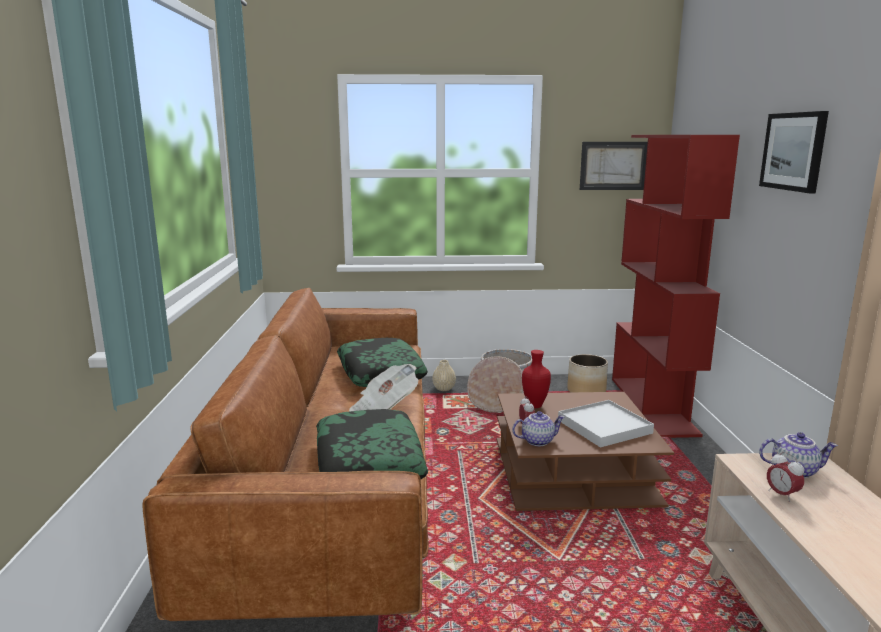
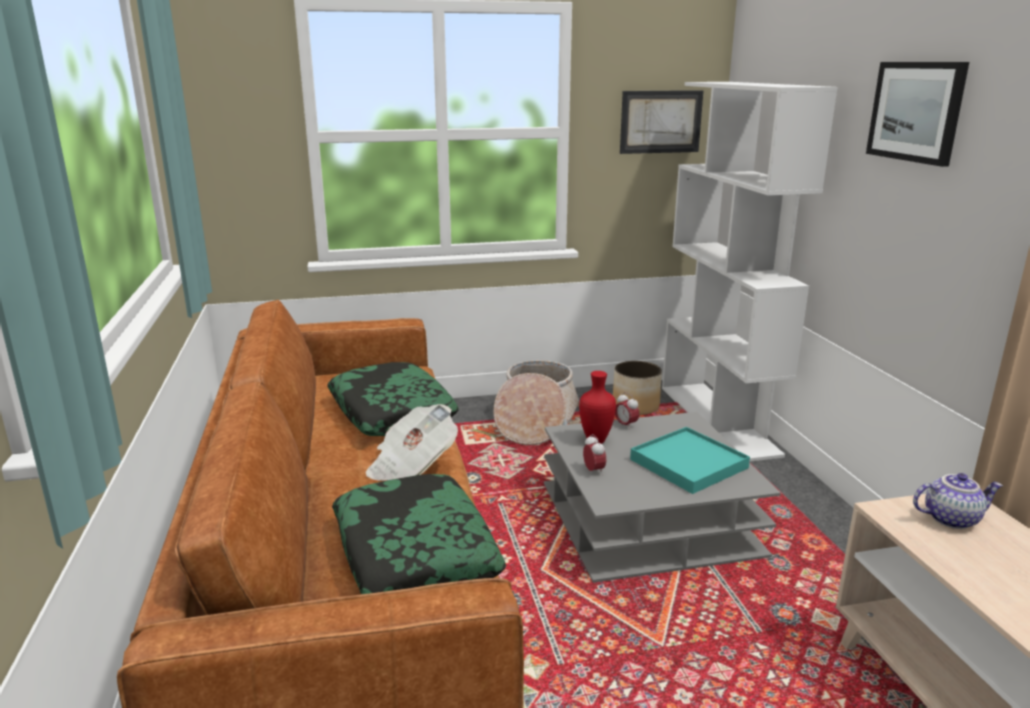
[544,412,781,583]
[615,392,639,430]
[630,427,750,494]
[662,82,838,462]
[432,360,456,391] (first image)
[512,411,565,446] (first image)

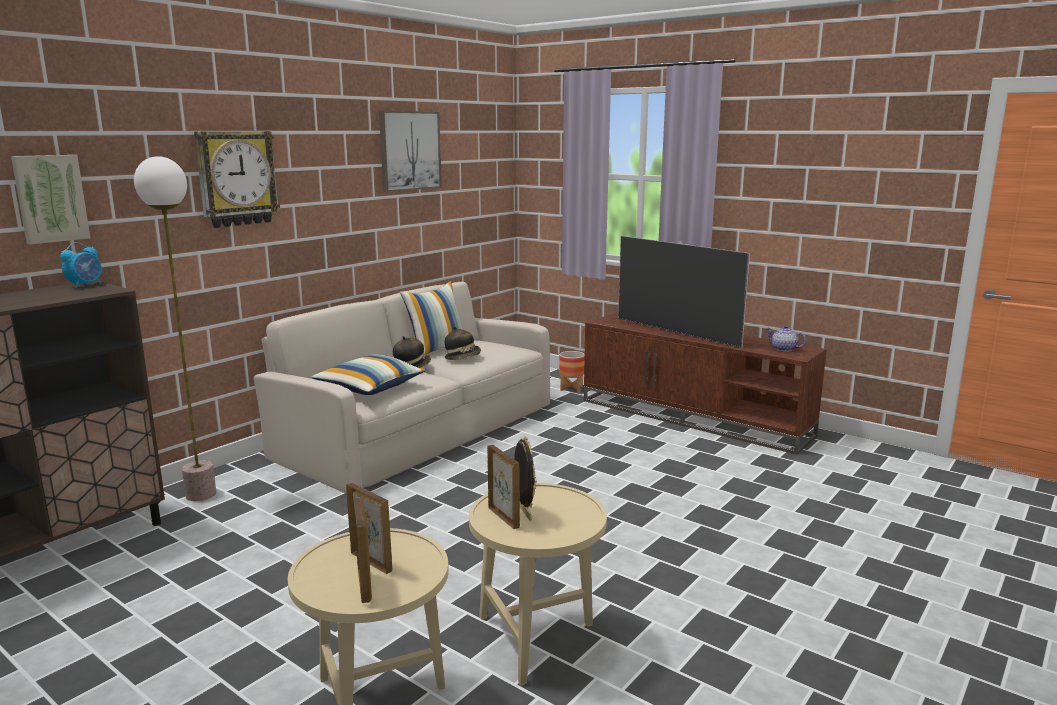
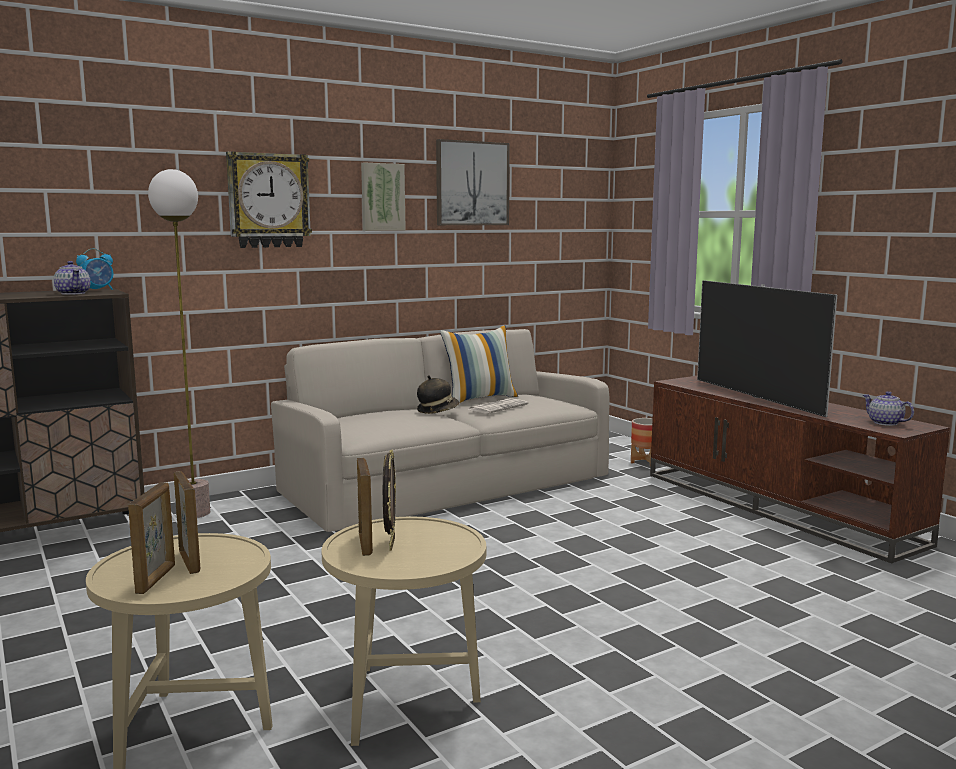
[54,261,90,295]
[361,163,406,231]
[468,398,528,414]
[311,354,426,395] (first image)

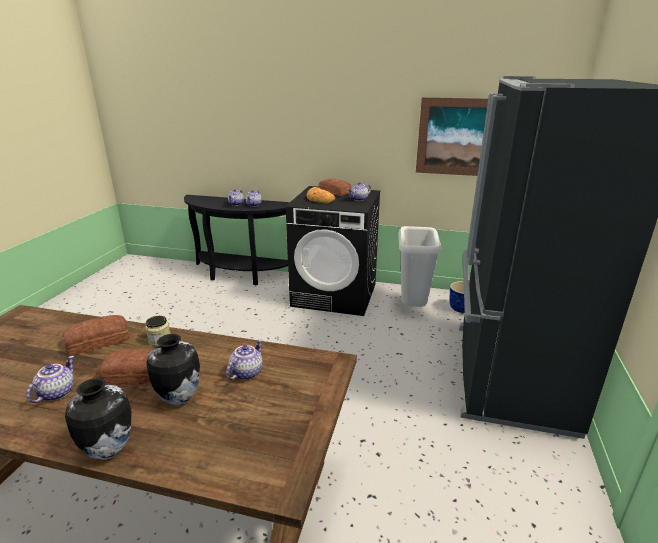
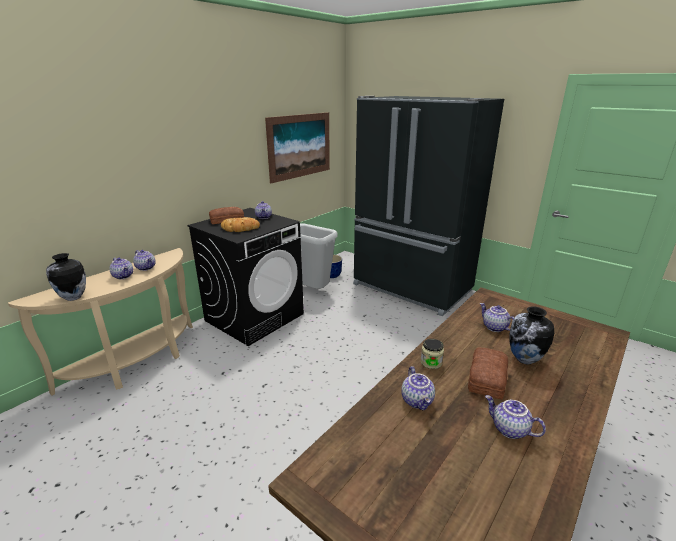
[8,248,193,396]
[46,253,86,301]
[401,366,435,410]

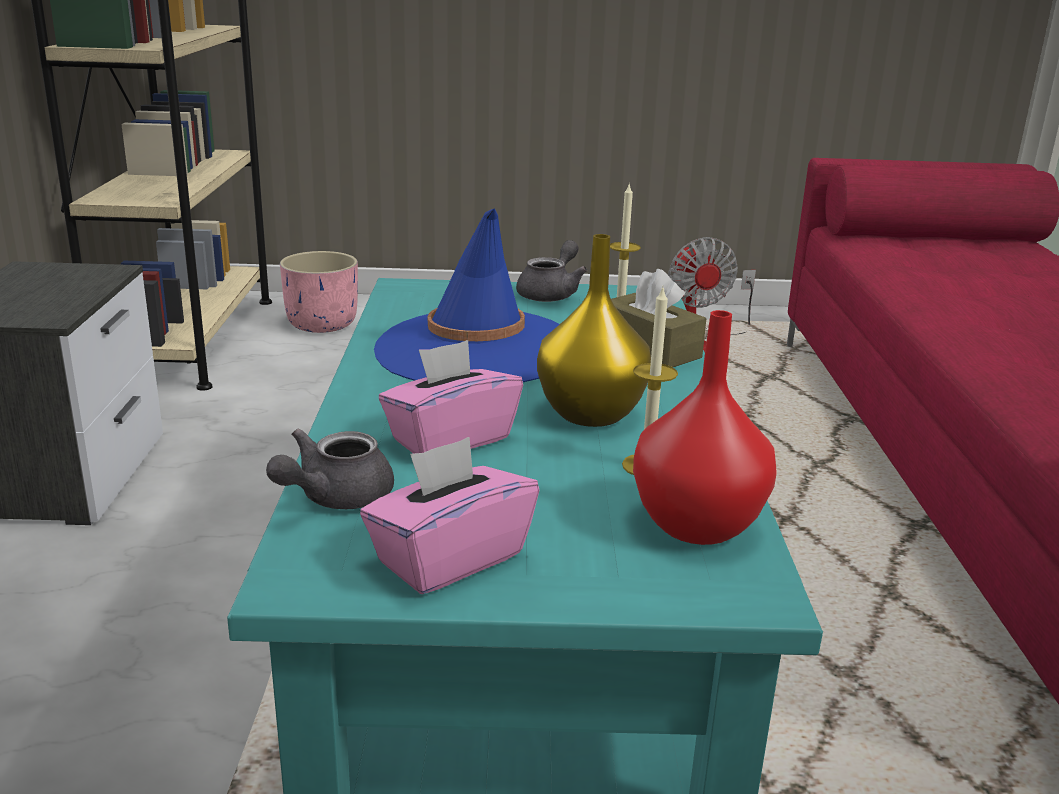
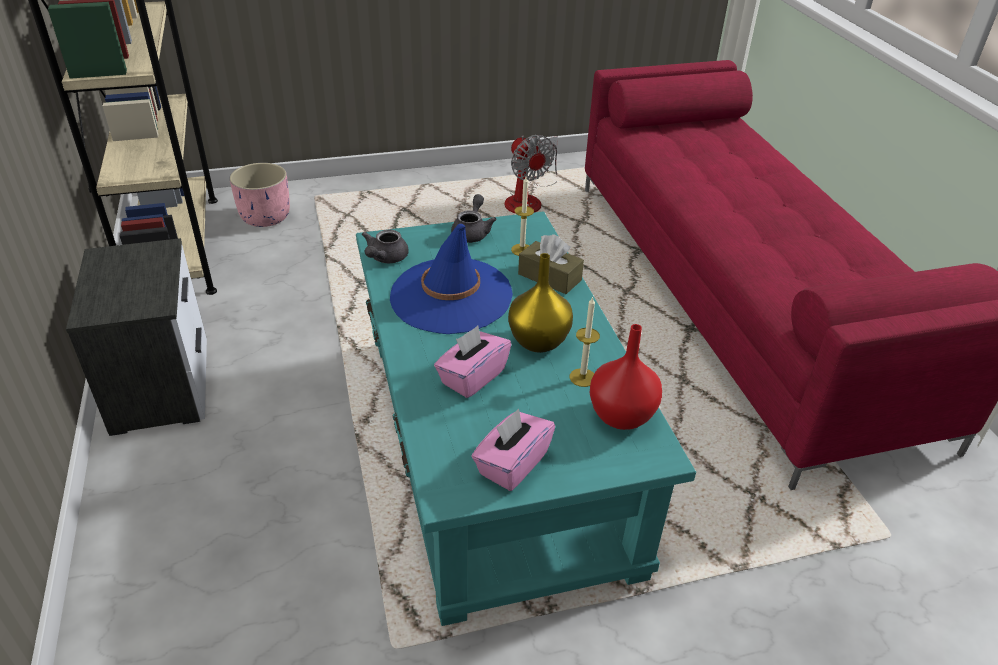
[361,229,409,263]

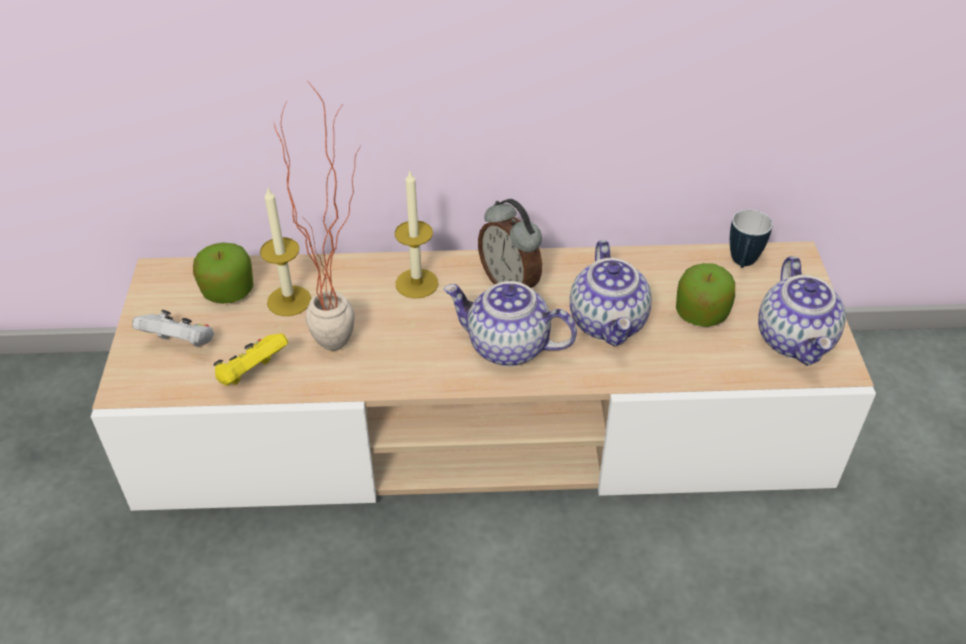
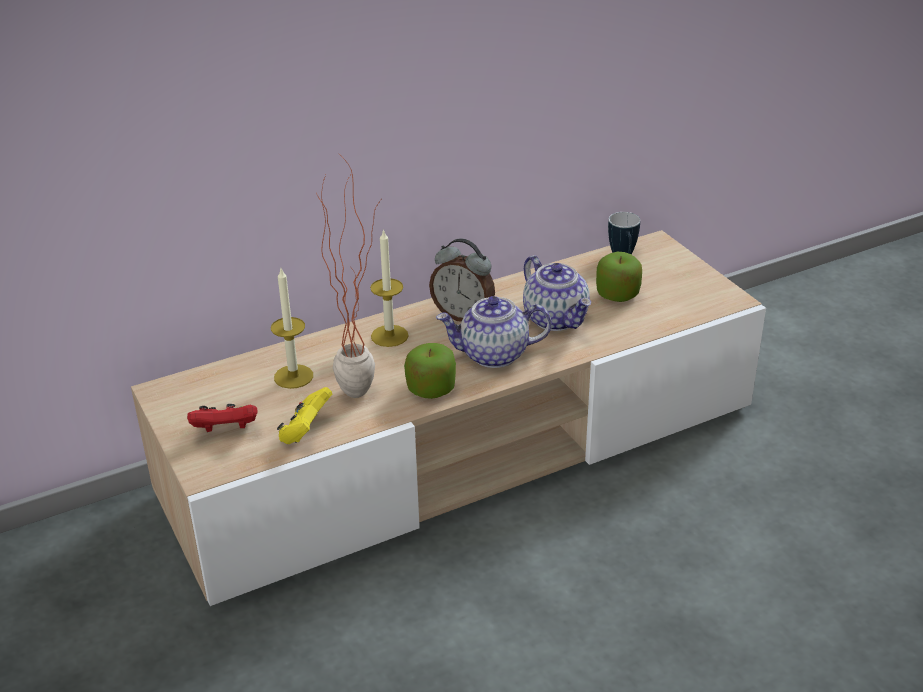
[187,404,258,432]
[404,343,456,399]
[758,256,846,366] (first image)

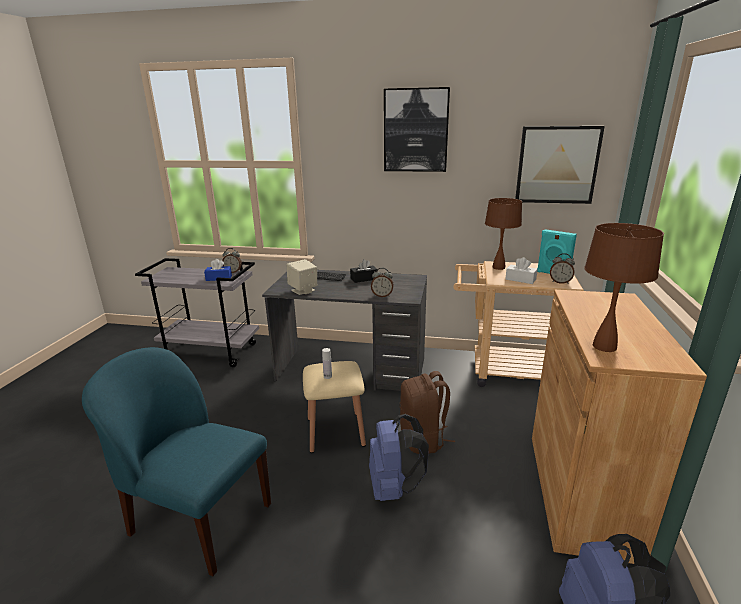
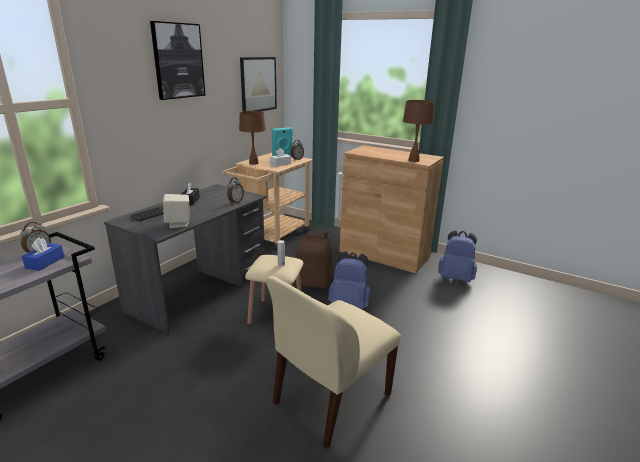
[266,276,401,449]

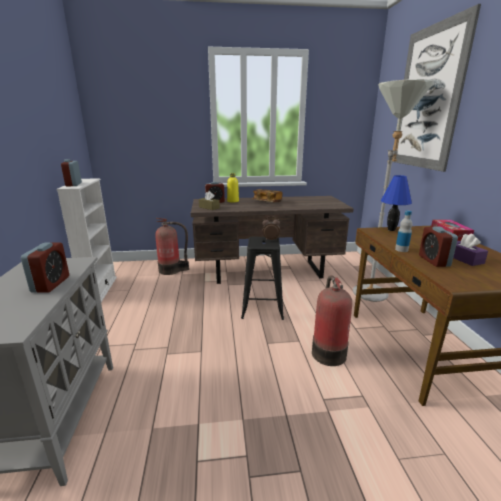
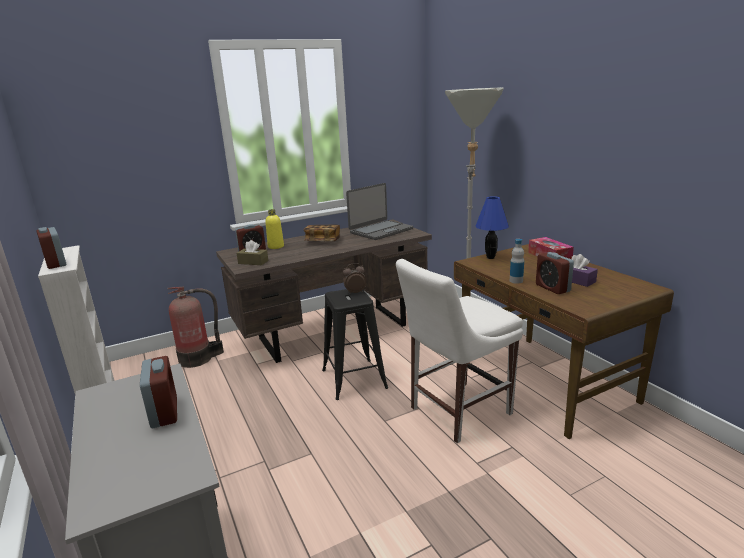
[346,183,413,240]
[396,259,523,443]
[393,4,481,172] (first image)

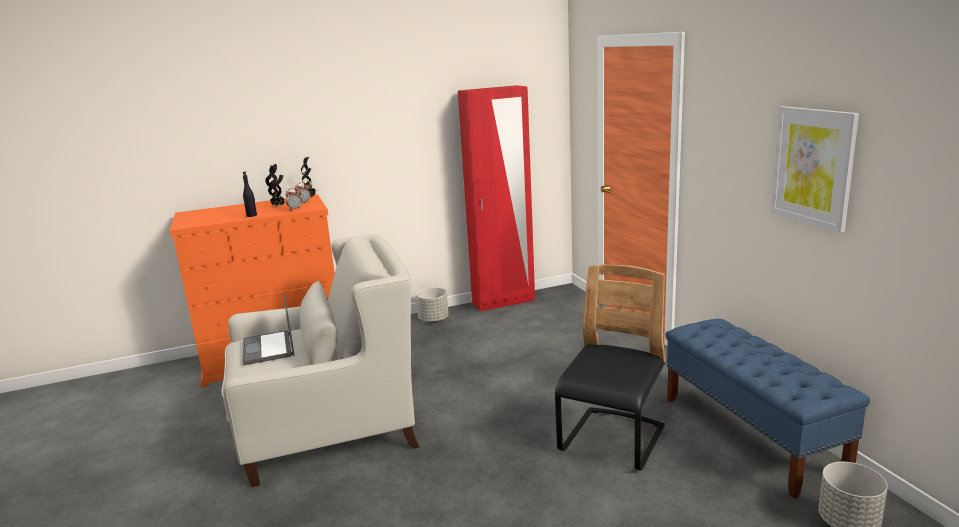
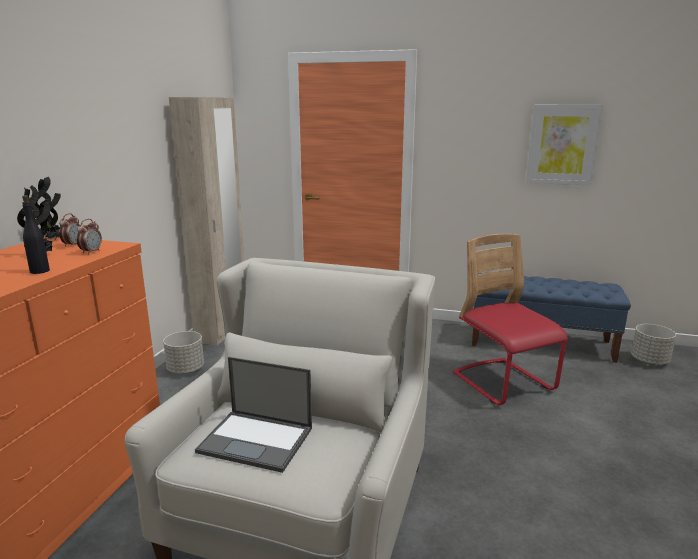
[169,97,244,346]
[452,234,568,405]

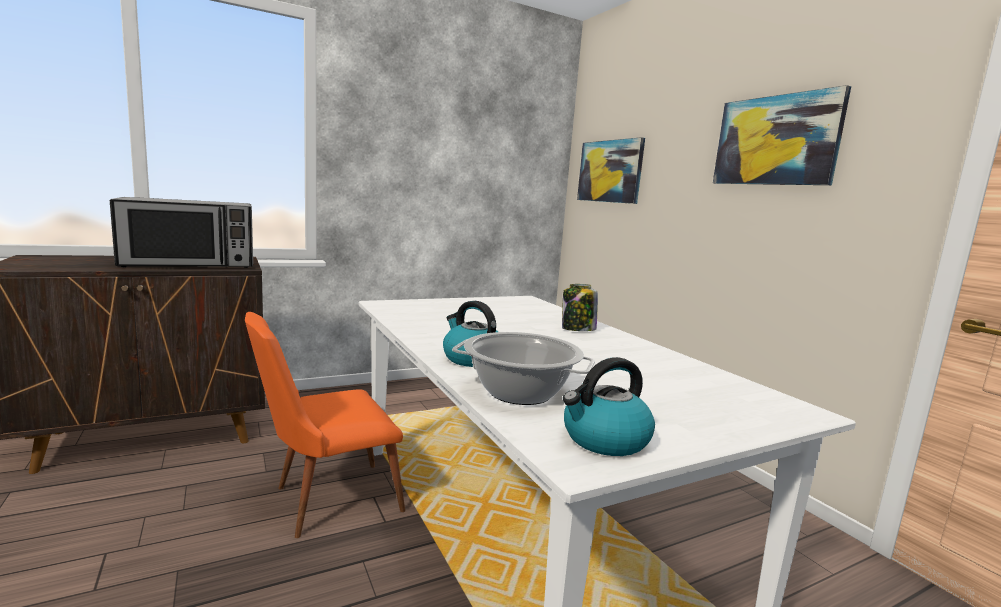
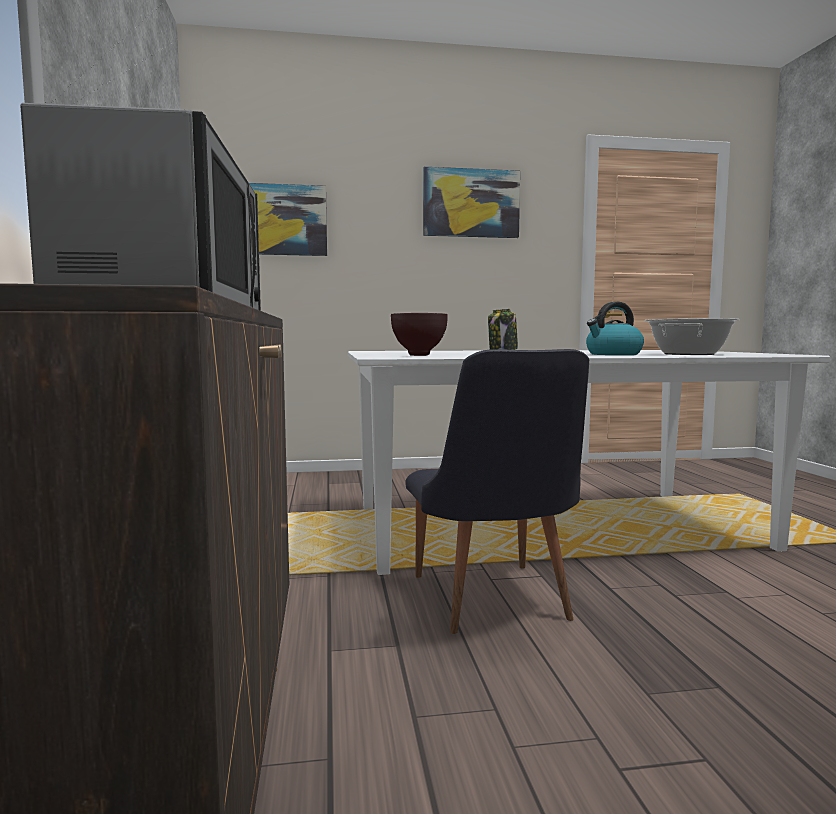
[391,313,448,356]
[405,349,589,634]
[563,357,655,456] (first image)

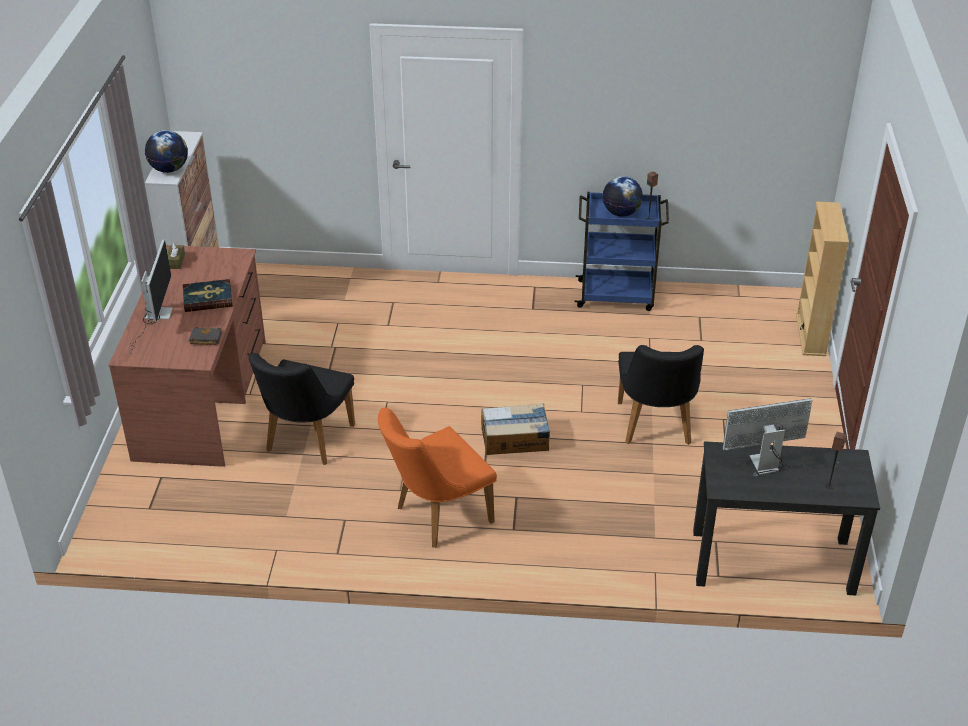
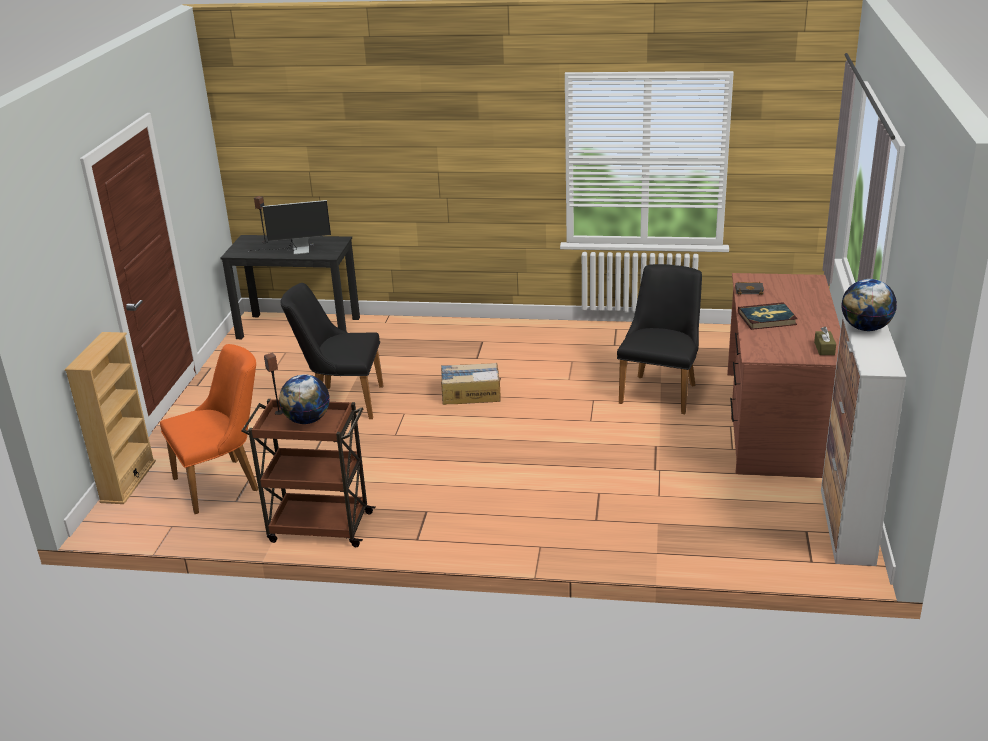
[160,344,258,514]
[241,399,376,547]
[280,283,384,419]
[130,240,173,355] (first image)

